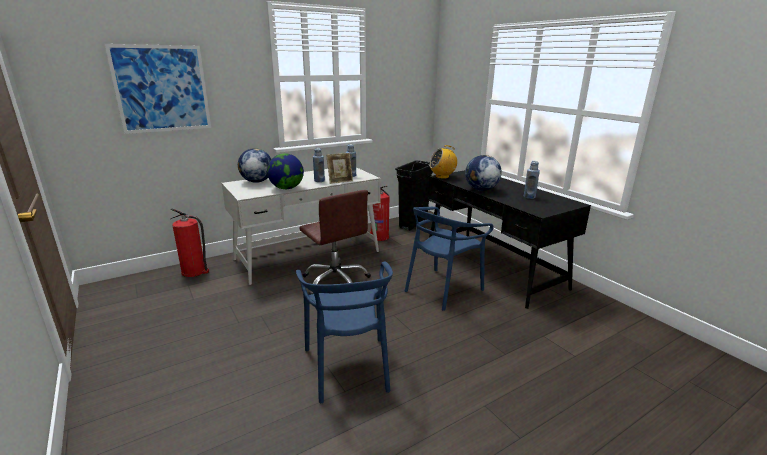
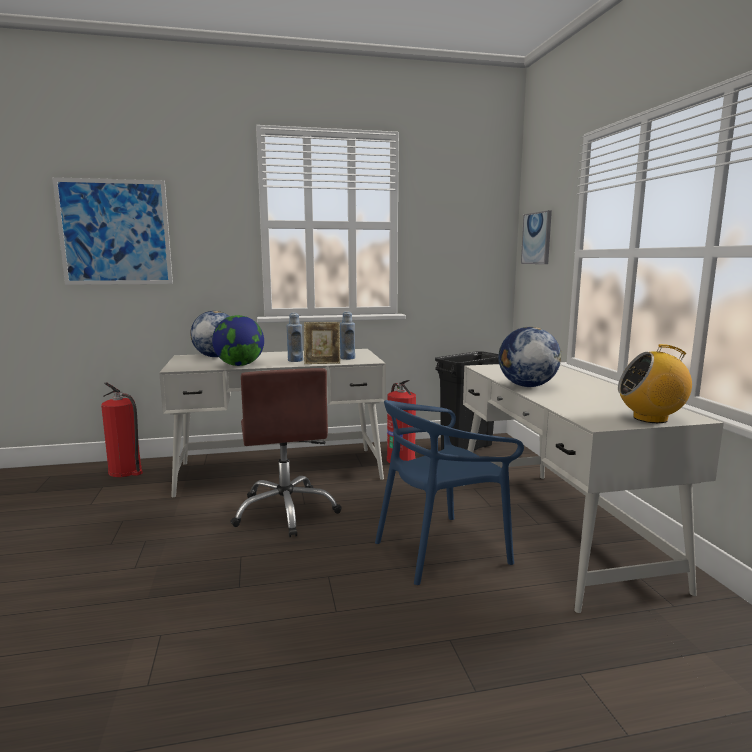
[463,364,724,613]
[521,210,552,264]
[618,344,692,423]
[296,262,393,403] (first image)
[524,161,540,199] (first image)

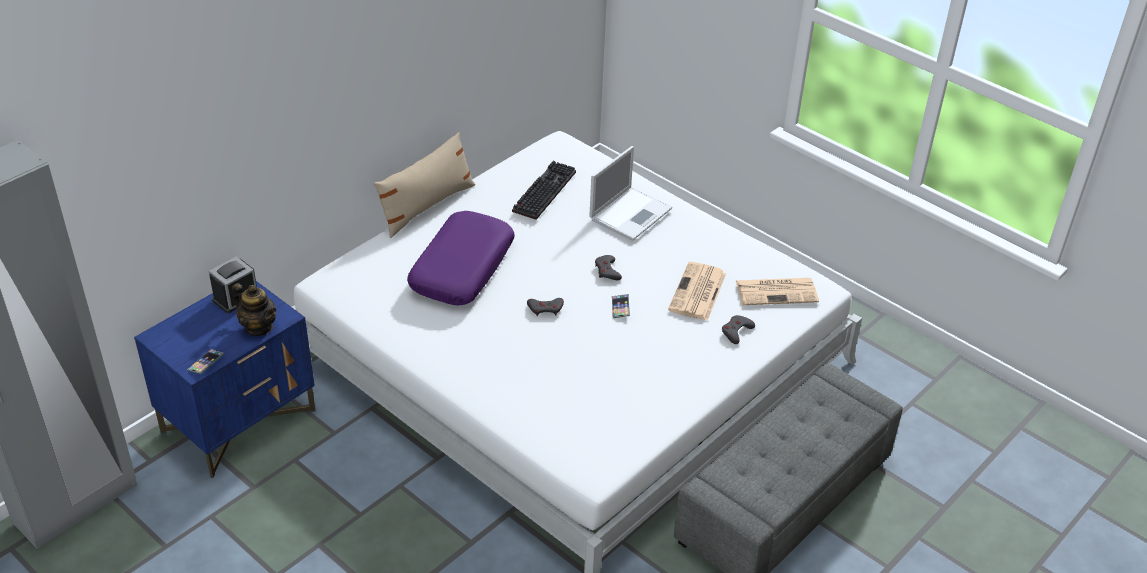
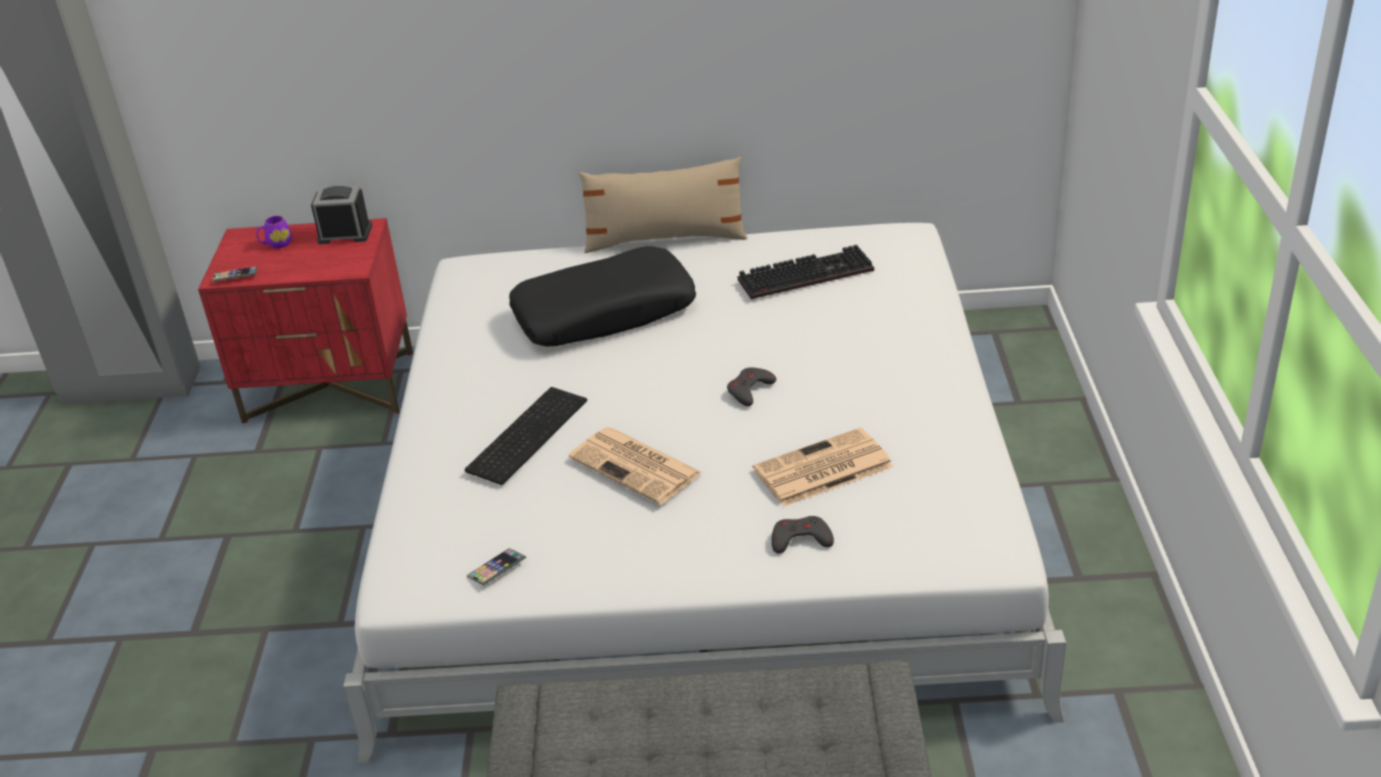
[198,218,413,424]
[256,216,292,248]
[465,387,587,485]
[467,548,526,586]
[509,246,696,346]
[569,427,703,504]
[232,283,276,336] (first image)
[527,298,564,316] (first image)
[589,146,672,241] (first image)

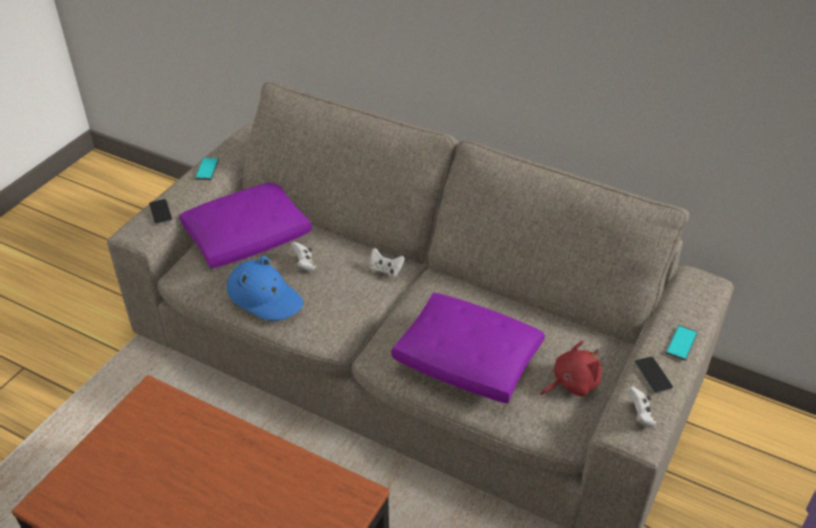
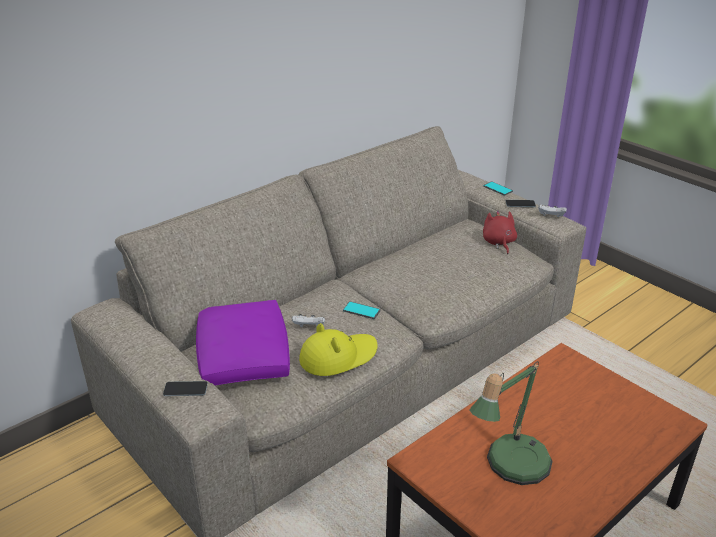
[299,323,377,376]
[343,301,381,319]
[470,361,553,485]
[370,248,405,277] (first image)
[391,293,545,403] (first image)

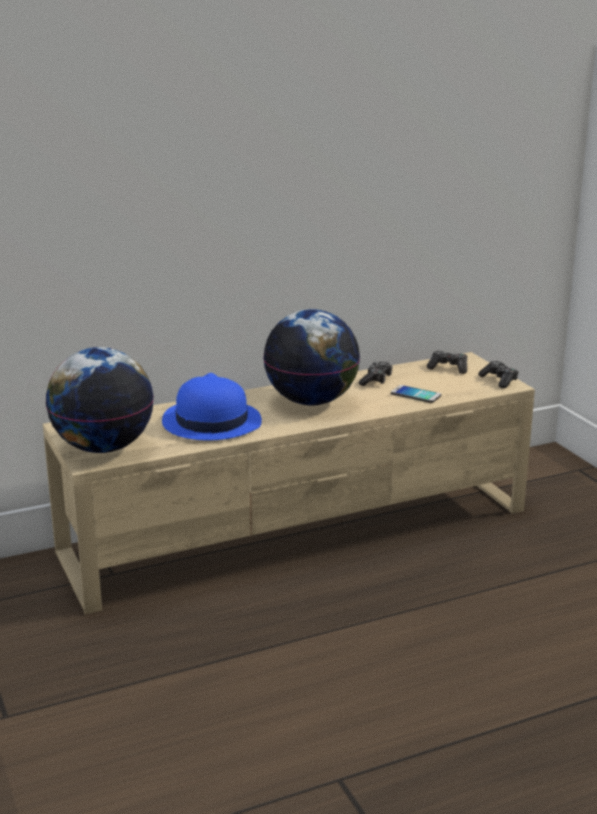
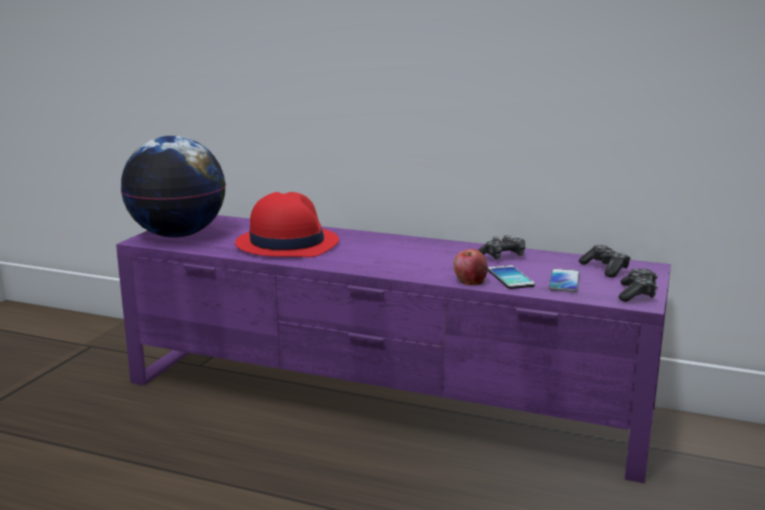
[116,215,671,483]
[235,192,339,257]
[453,249,488,285]
[548,269,580,292]
[263,309,360,406] (first image)

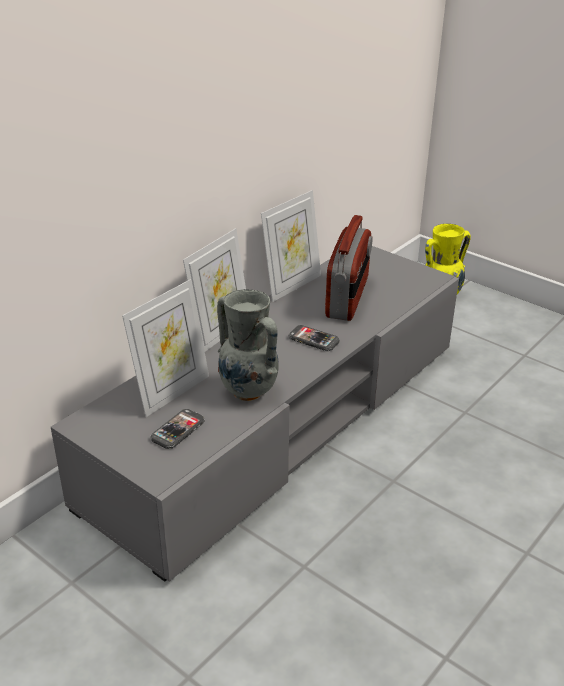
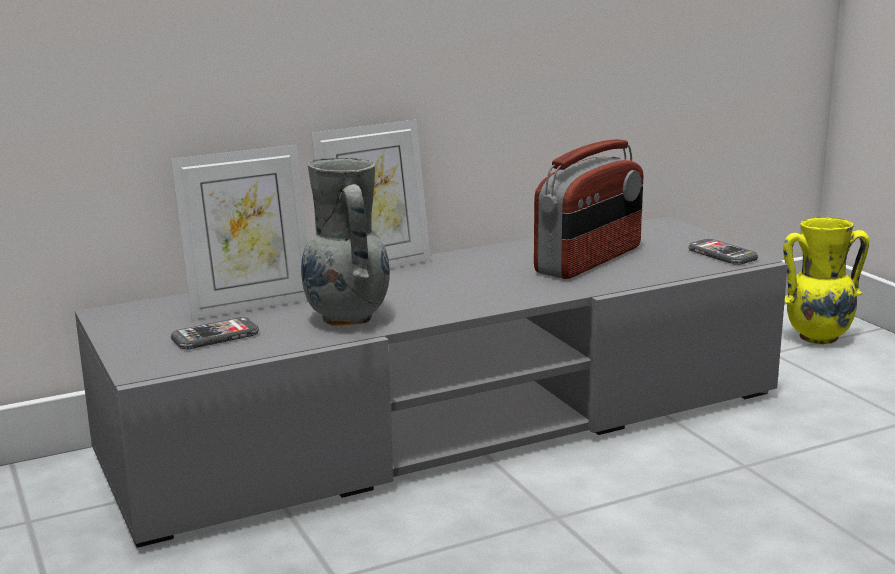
[688,239,758,265]
[261,190,321,302] (first image)

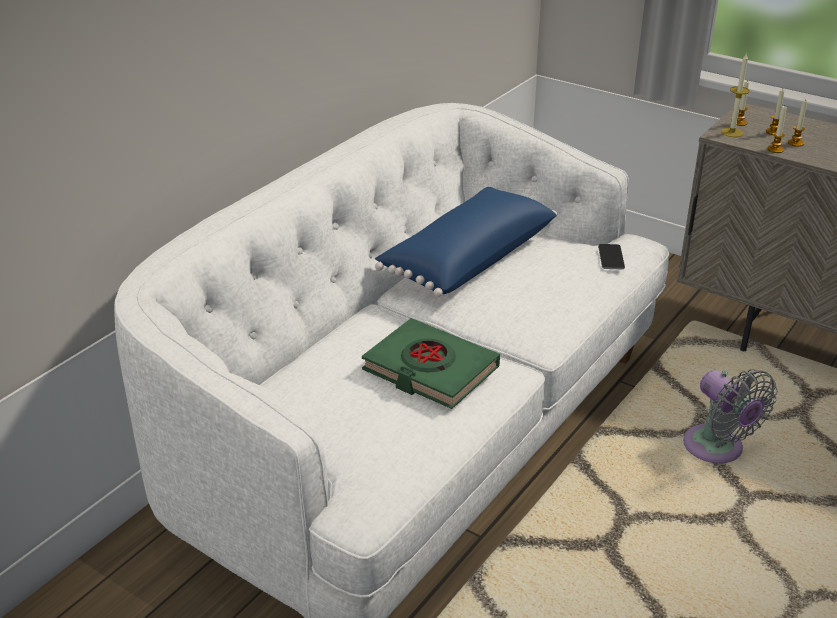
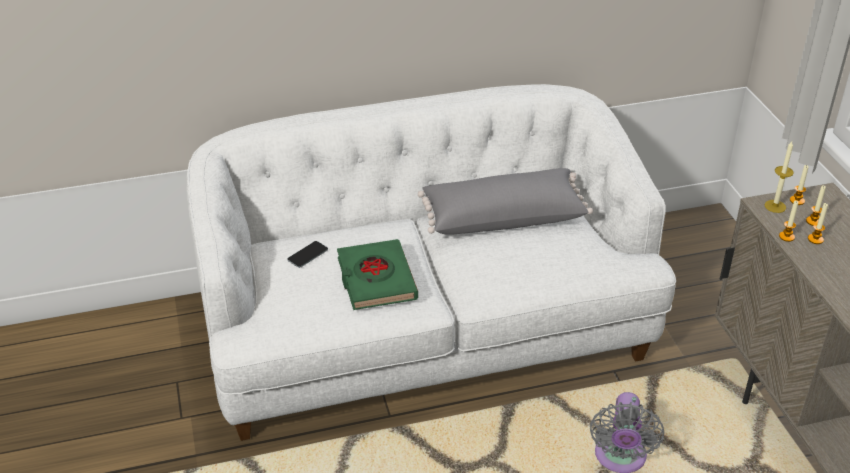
[288,241,328,268]
[418,168,593,235]

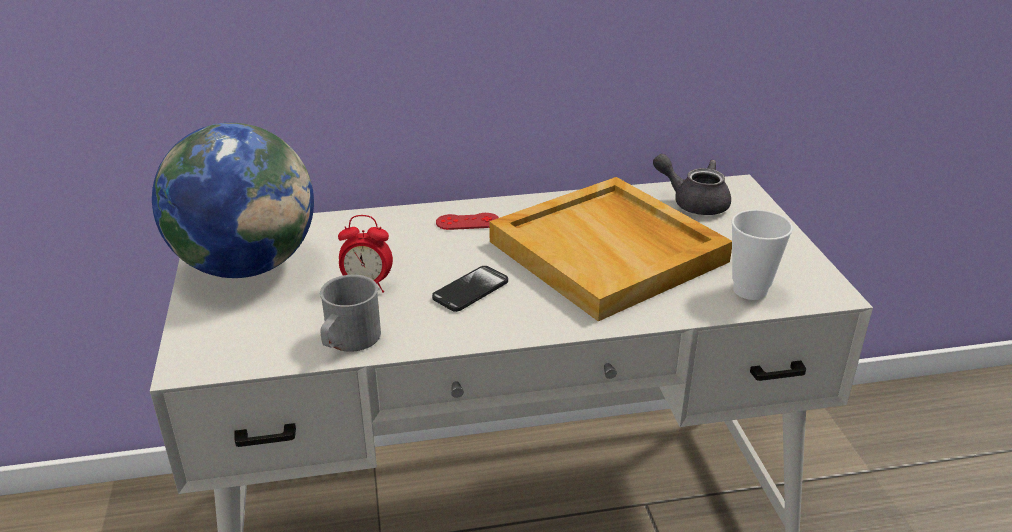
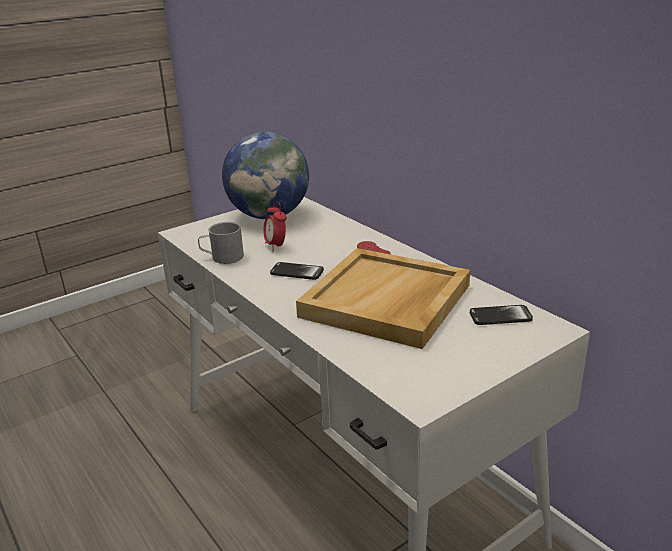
[470,305,533,325]
[731,210,793,300] (first image)

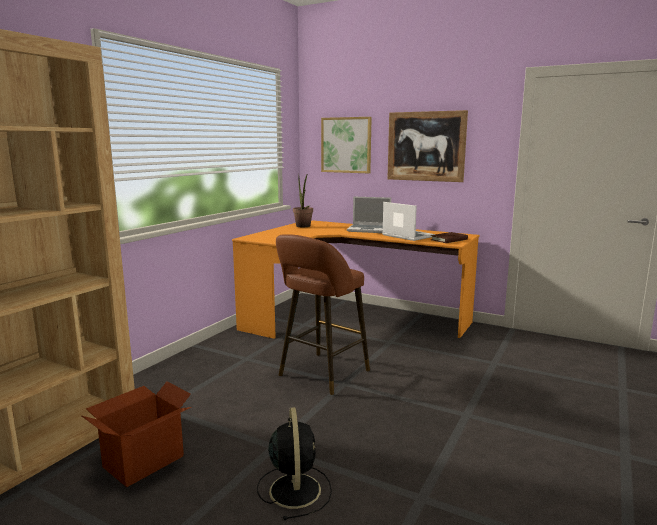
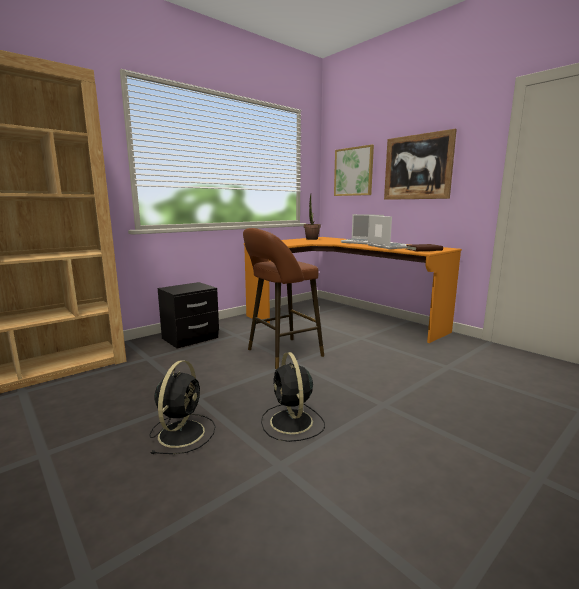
[158,282,219,349]
[261,352,325,442]
[82,381,192,487] (first image)

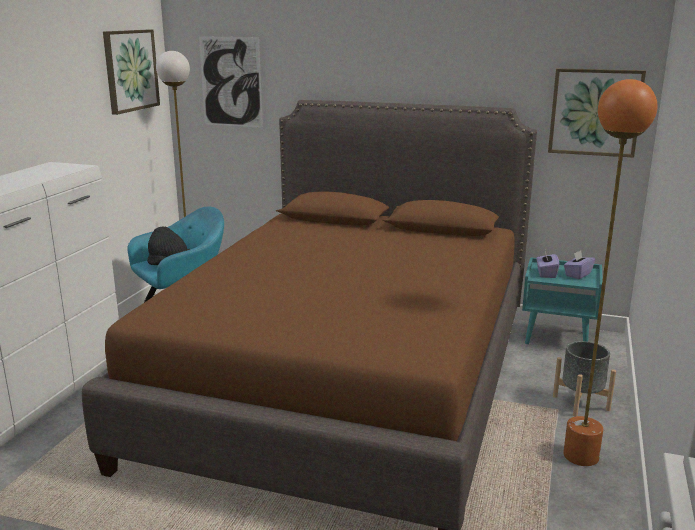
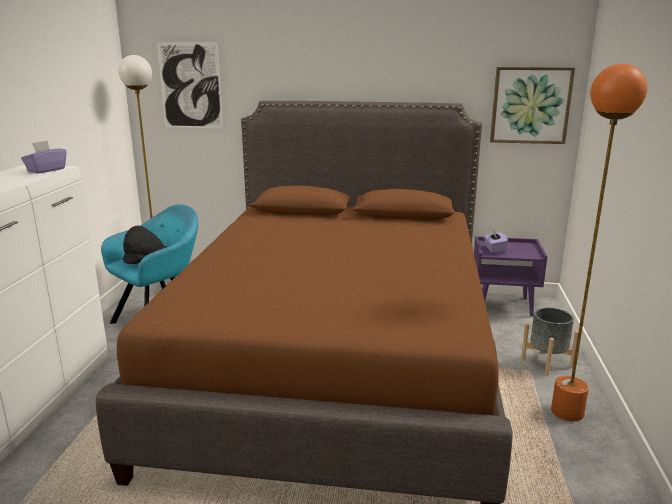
[21,141,67,173]
[474,236,547,317]
[103,29,160,115] (first image)

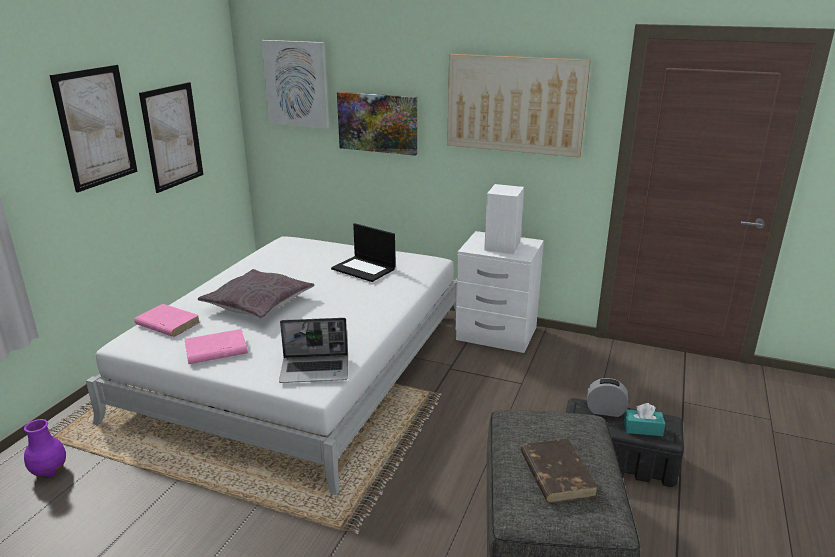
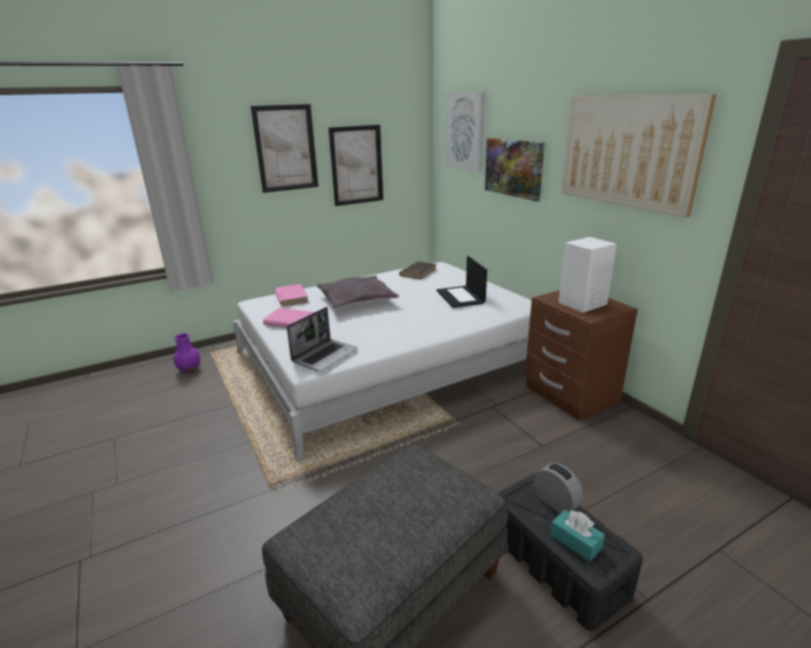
[287,307,358,371]
[399,261,436,279]
[525,290,638,421]

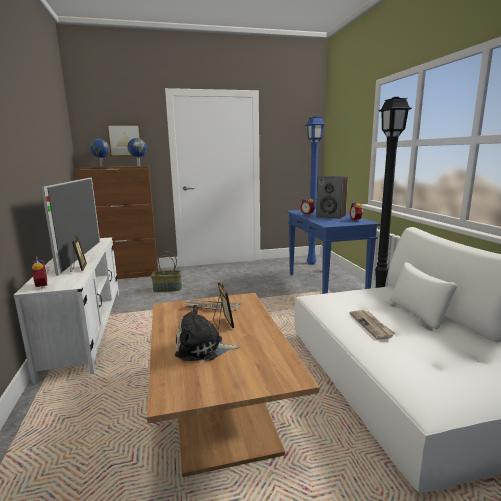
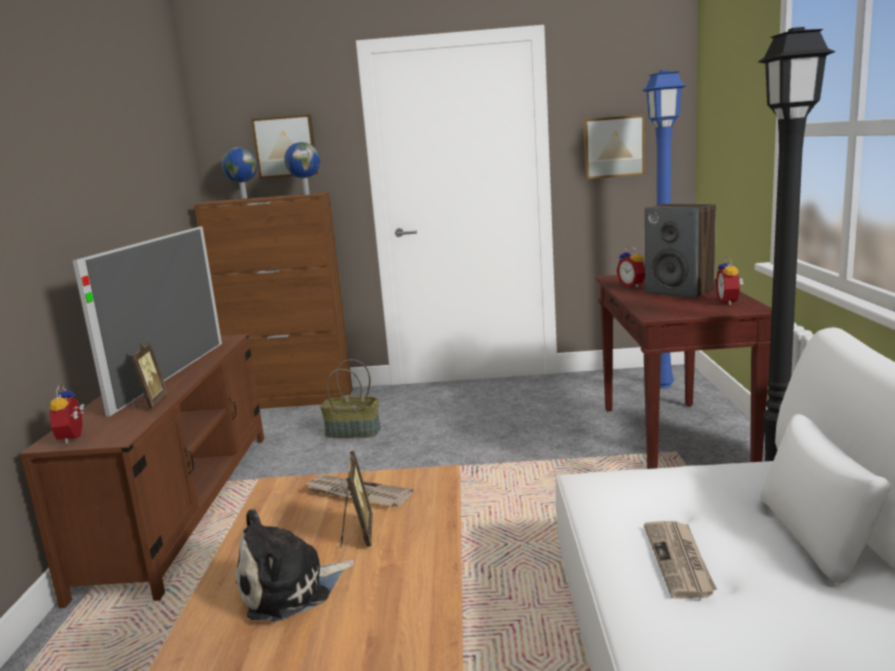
[20,334,264,608]
[236,508,354,622]
[584,115,645,179]
[595,275,772,469]

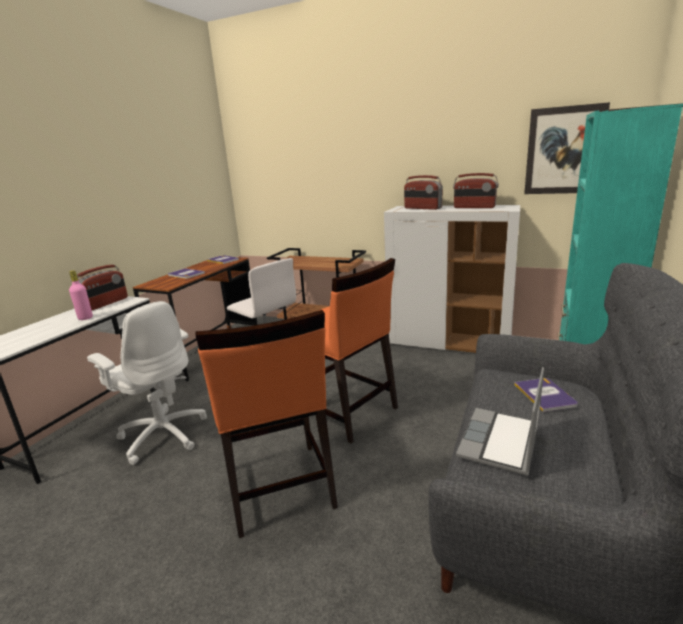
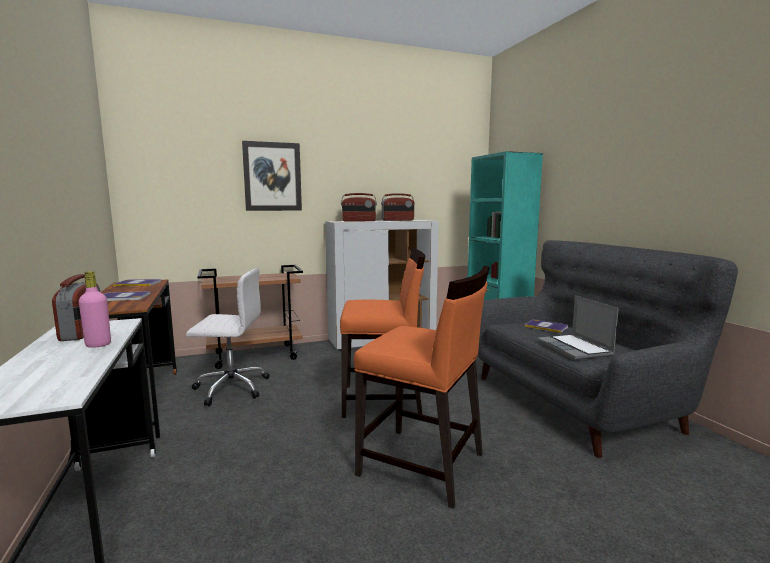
[242,141,302,211]
[87,301,207,465] (first image)

